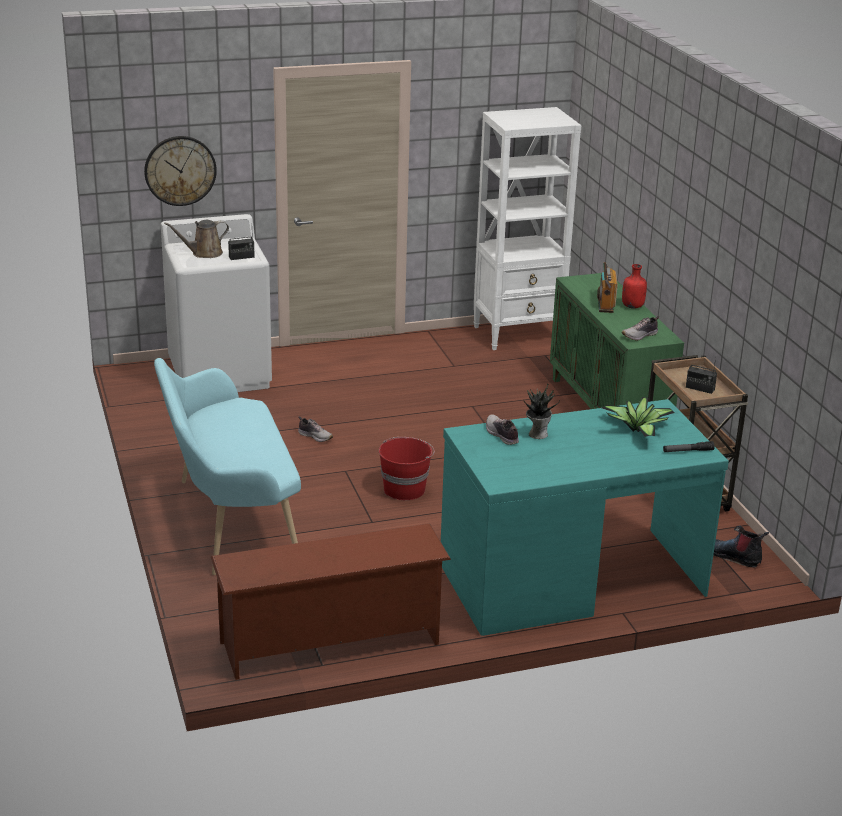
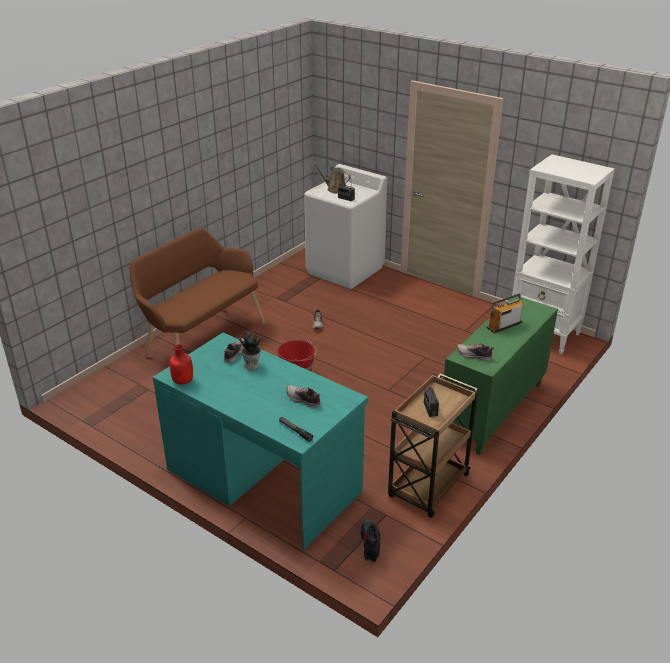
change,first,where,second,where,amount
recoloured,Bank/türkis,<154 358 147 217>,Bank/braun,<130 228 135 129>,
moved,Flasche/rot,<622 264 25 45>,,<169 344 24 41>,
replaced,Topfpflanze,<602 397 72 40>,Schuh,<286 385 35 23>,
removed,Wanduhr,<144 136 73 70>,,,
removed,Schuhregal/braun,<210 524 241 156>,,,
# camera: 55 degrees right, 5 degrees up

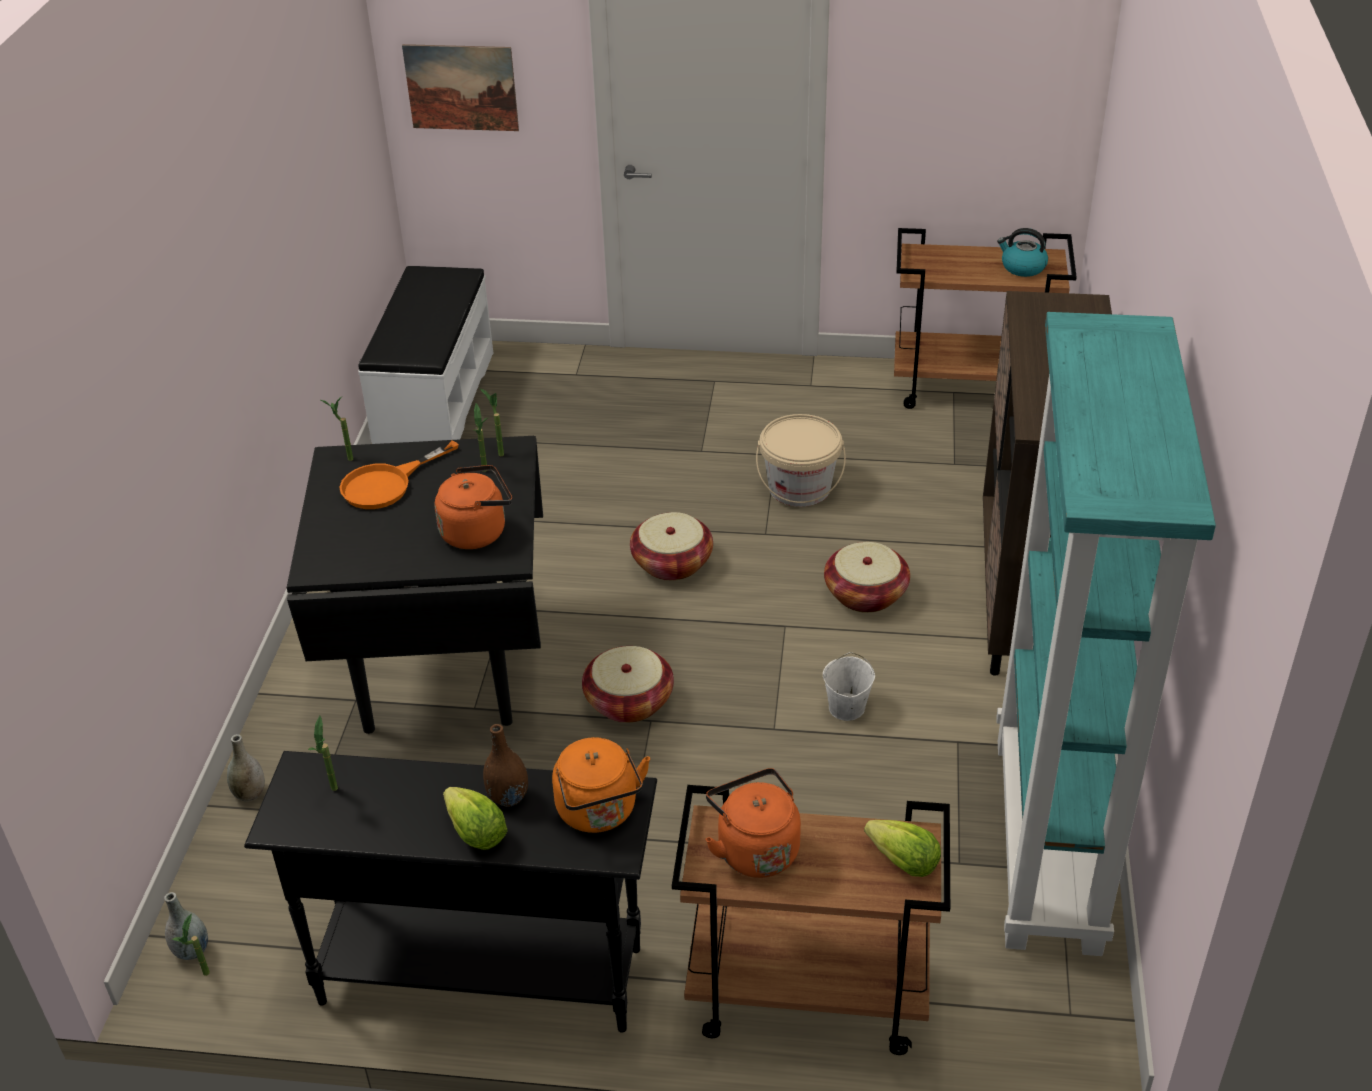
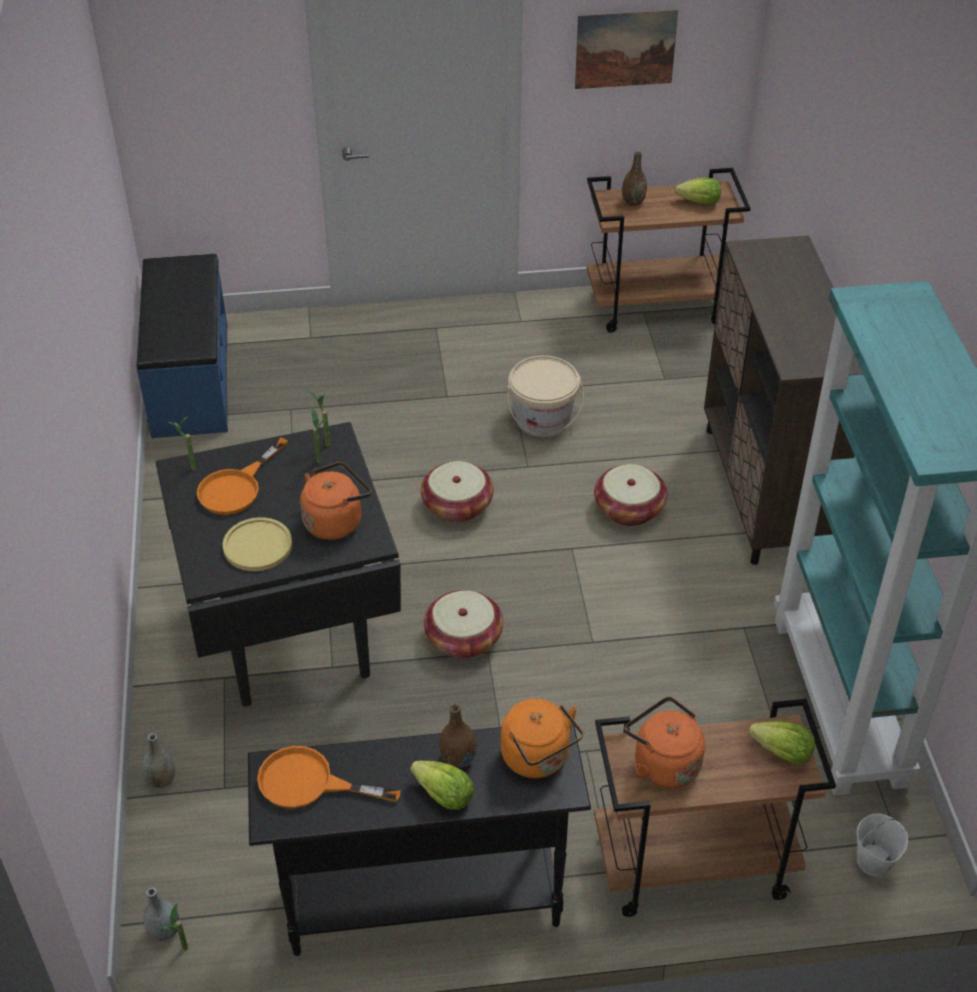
change,first,where,second,where,amount
recoloured,Bank/weiß,<358 266 135 178>,Bank/blau,<137 254 91 184>,
added,,,Teller/gelb,<223 517 69 54>,
replaced,Topfpflanze,<308 716 30 75>,Pfanne/orange,<257 746 144 63>,
moved,Bild,<402 44 117 87>,,<575 9 103 80>,
added,,,Vase/braun,<622 151 25 55>,
replaced,Wasserkessel,<997 228 51 49>,Salatkopf,<675 178 46 27>,
moved,Eimer/weiß,<823 652 52 69>,,<857 813 51 64>,
# camera: 15 degrees left, 5 degrees up

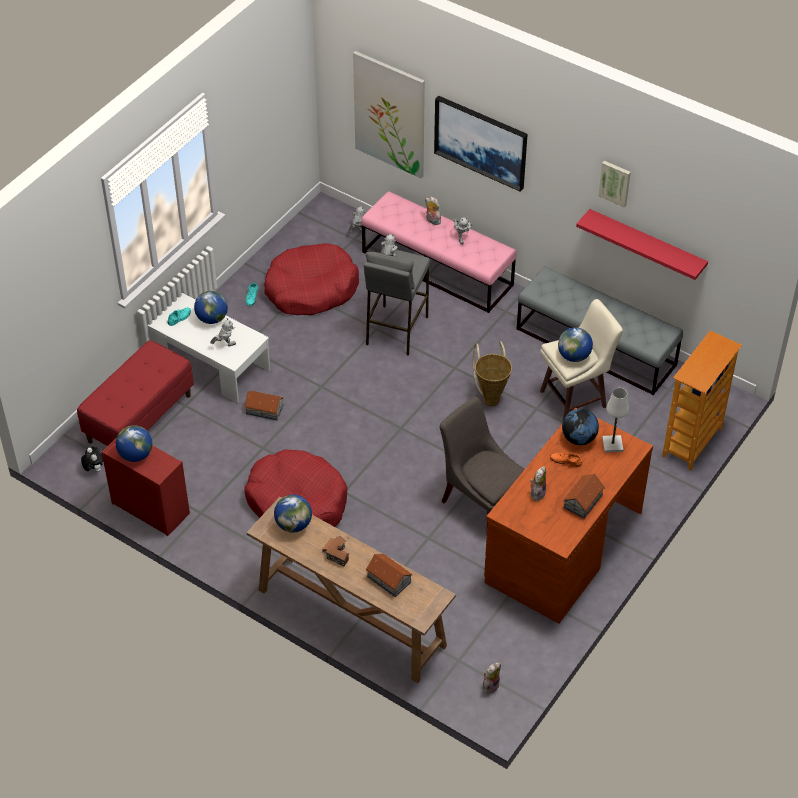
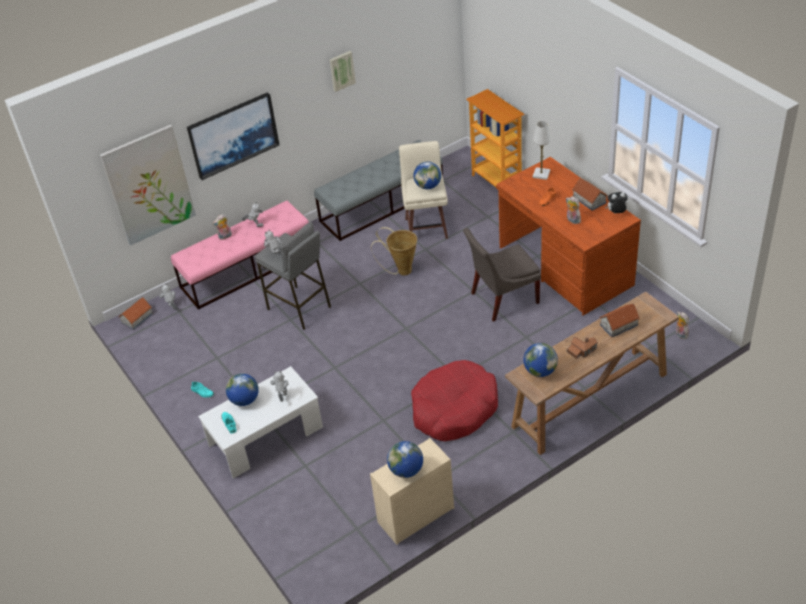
change,first,where,second,where,amount
moved,Spielzeughaus,<245 391 39 29>,,<118 297 35 33>,
recoloured,Kommode/rot,<102 437 88 99>,Kommode/beige,<370 438 84 107>,
moved,Plüschtier,<81 447 22 25>,,<605 192 23 21>,
removed,Bank/rot,<77 340 117 106>,,,
removed,Hundebett/rot,<264 243 95 72>,,,
removed,Globus,<562 409 37 36>,,,
removed,Wandregal/rot,<576 209 132 71>,,,
# camera: 65 degrees left, 5 degrees down

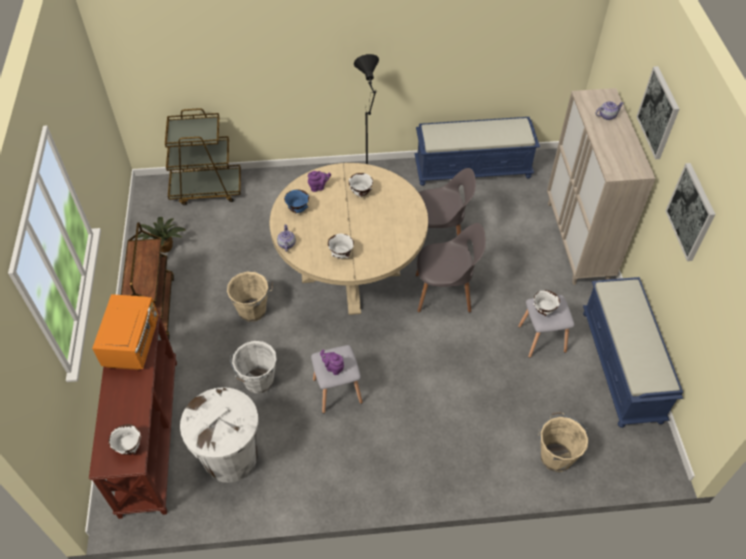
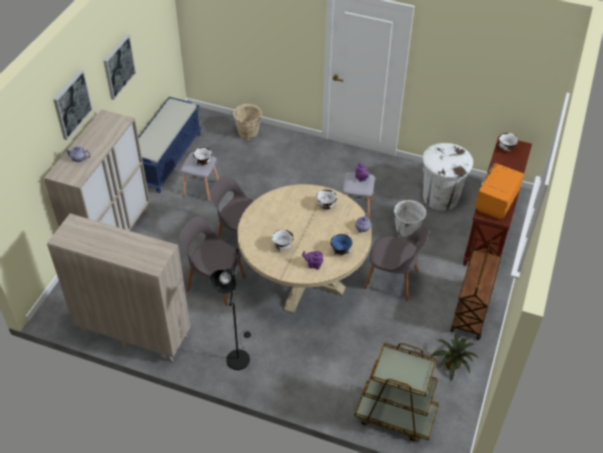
change,first,where,second,where,amount
replaced,Bank/blau,<414 117 126 69>,Schrank/beige,<47 213 143 149>,
replaced,Eimer/beige,<227 270 46 52>,Stuhl/grau,<364 227 65 74>,
# camera: 155 degrees left, 5 degrees down

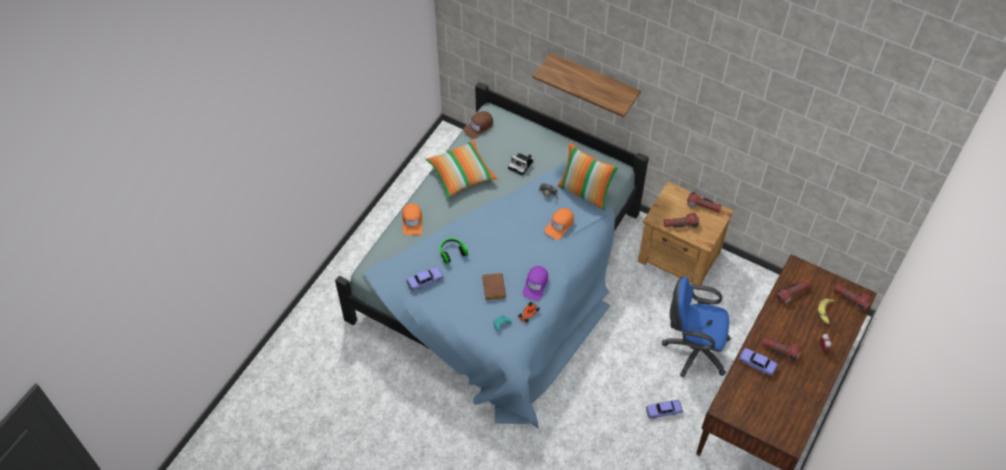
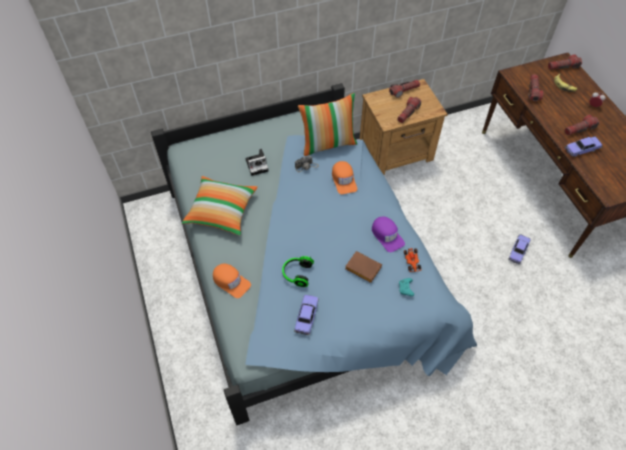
change,first,where,second,where,amount
removed,Kappe/braun,<463 111 30 28>,,,
removed,Wandregal,<533 52 108 65>,,,
removed,Bürostuhl/blau,<662 277 69 100>,,,
# camera: 50 degrees left, 0 degrees up

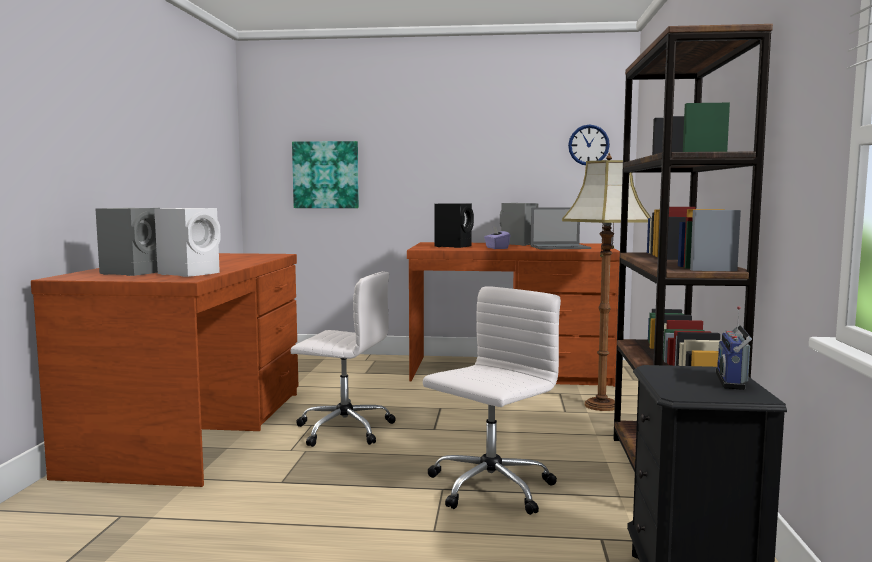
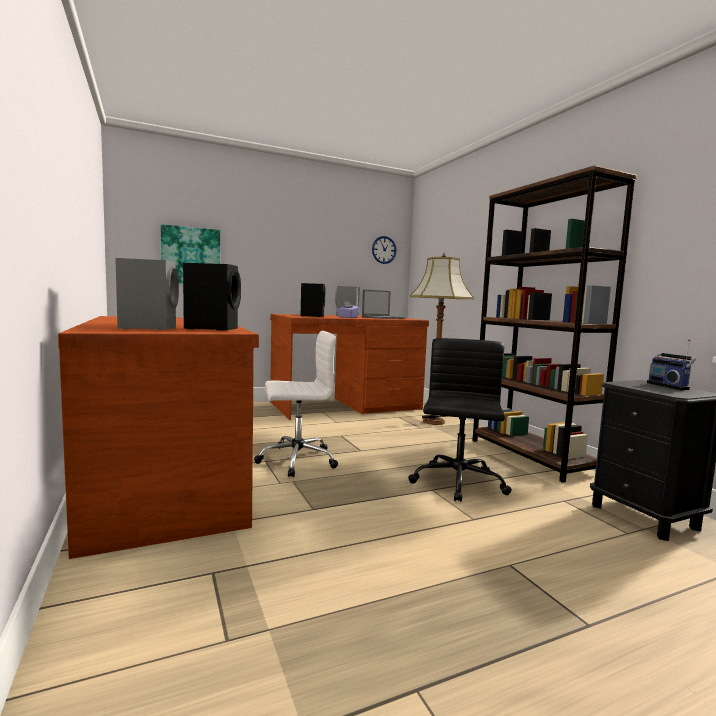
change,first,where,second,where,amount
recoloured,Lautsprecher/weiß,<154 208 67 69>,Lautsprecher/schwarz,<183 263 58 67>,
recoloured,Bürostuhl/weiß,<423 286 138 229>,Bürostuhl/schwarz,<408 338 104 164>,
# camera: 30 degrees left, 0 degrees up

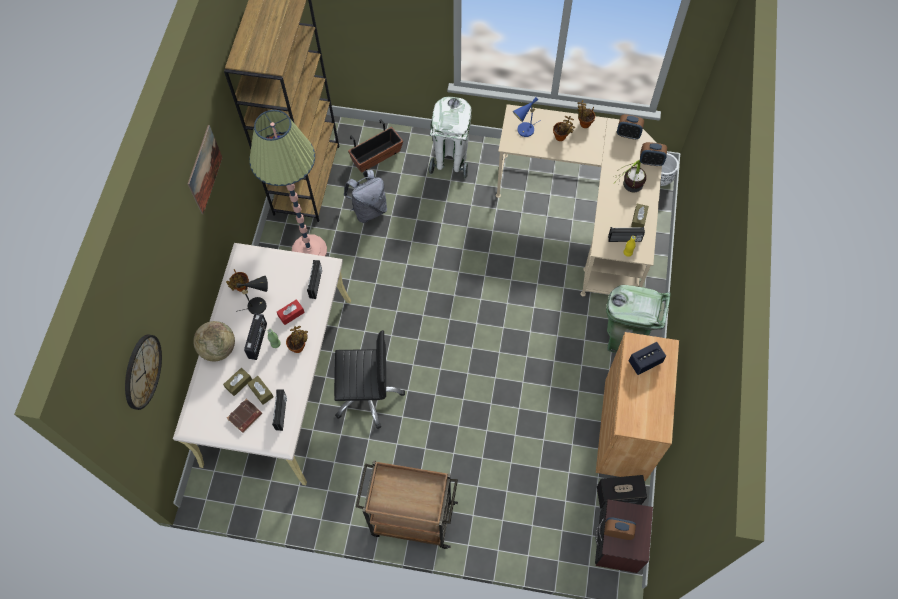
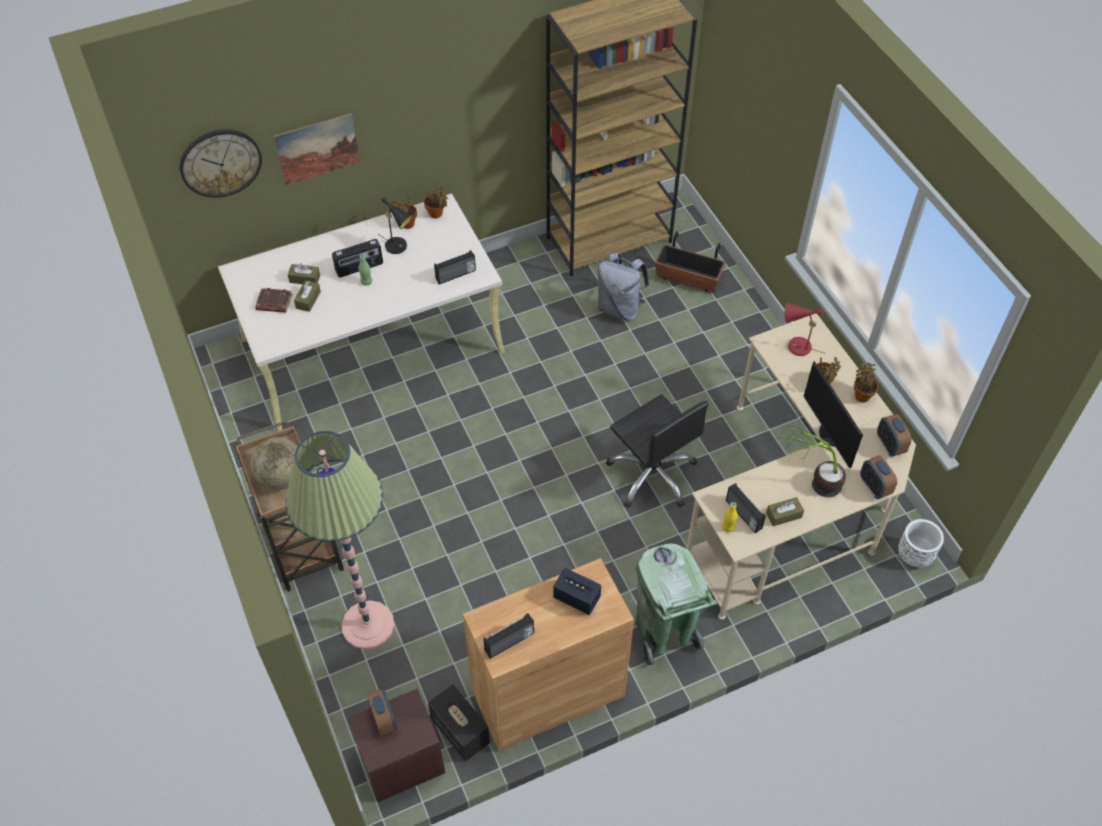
change,first,where,second,where,amount
moved,Globus,<193 321 42 40>,,<250 437 47 53>,
moved,Bild,<188 125 34 89>,,<274 113 86 72>,
moved,Stehlampe,<249 110 78 146>,,<286 431 108 218>,
moved,Topfpflanze,<286 326 22 27>,,<424 183 24 35>,
moved,Radio,<272 389 15 42>,,<483 613 51 46>,
moved,Bürostuhl/schwarz,<334 330 71 99>,,<606 394 103 114>,
recoloured,Tischlampe/blau,<513 97 28 40>,Tischlampe/rot,<784 303 40 53>,
added,,,Monitor,<803 361 60 107>,
removed,Taschentuchbox/rot,<277 299 28 26>,,,
removed,Mülleimer/weiß,<429 97 43 82>,,,
# camera: 55 degrees right, 10 degrees down

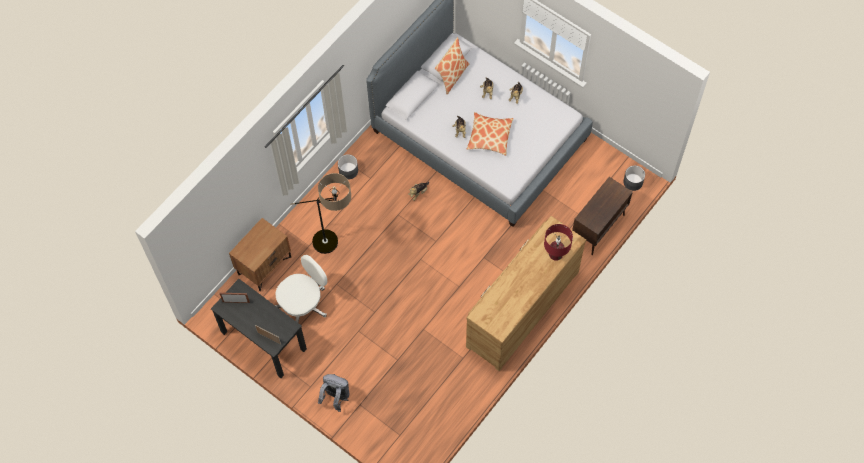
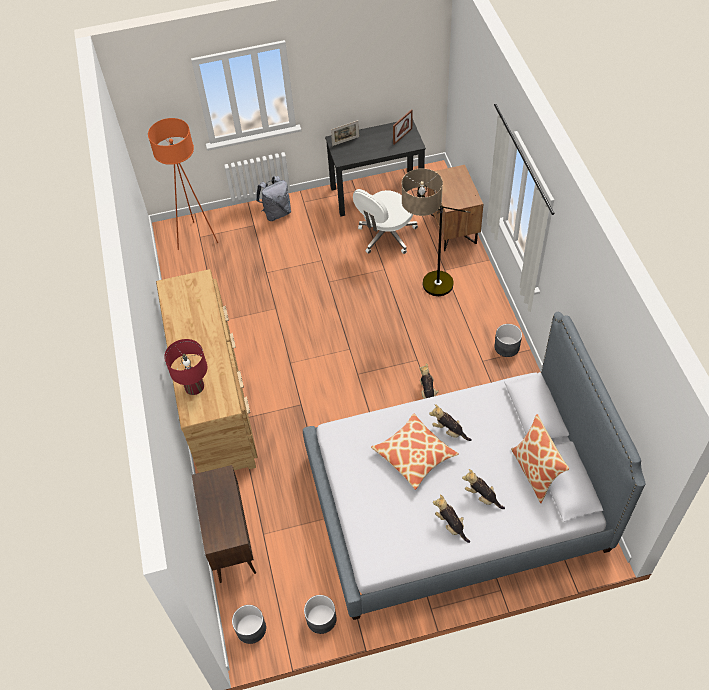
change,first,where,second,where,amount
added,,,Stehlampe/orange,<148 118 70 132>,
added,,,Pflanzkübel/grau,<304 595 32 39>,
turned,Bürostuhl/weiß,<275 255 52 68>,,<353 189 65 65>,45 degrees clockwise
# camera: 130 degrees right, 10 degrees down

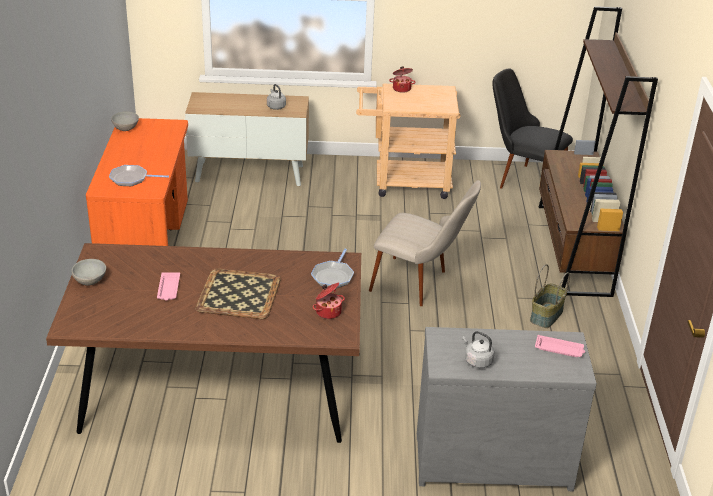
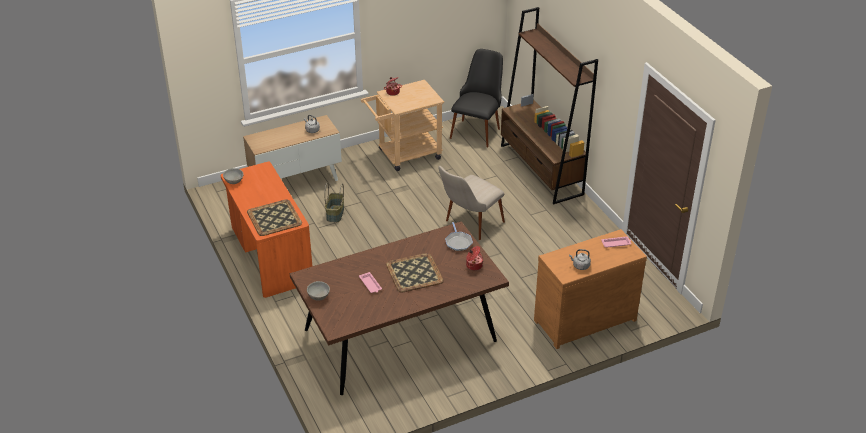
change,first,where,second,where,amount
replaced,Pfanne,<109 165 60 21>,Tablett,<247 199 55 37>,
moved,Korb,<530 264 40 64>,,<324 182 20 40>,
turned,Stuhl/beige,<369 180 112 126>,,<438 166 67 74>,135 degrees clockwise
turned,Stuhl/schwarz,<492 68 81 121>,,<450 49 53 98>,105 degrees clockwise
recoloured,Kommode/grau,<417 327 180 164>,Kommode/braun,<534 229 113 120>,
# camera: 25 degrees left, 5 degrees up

